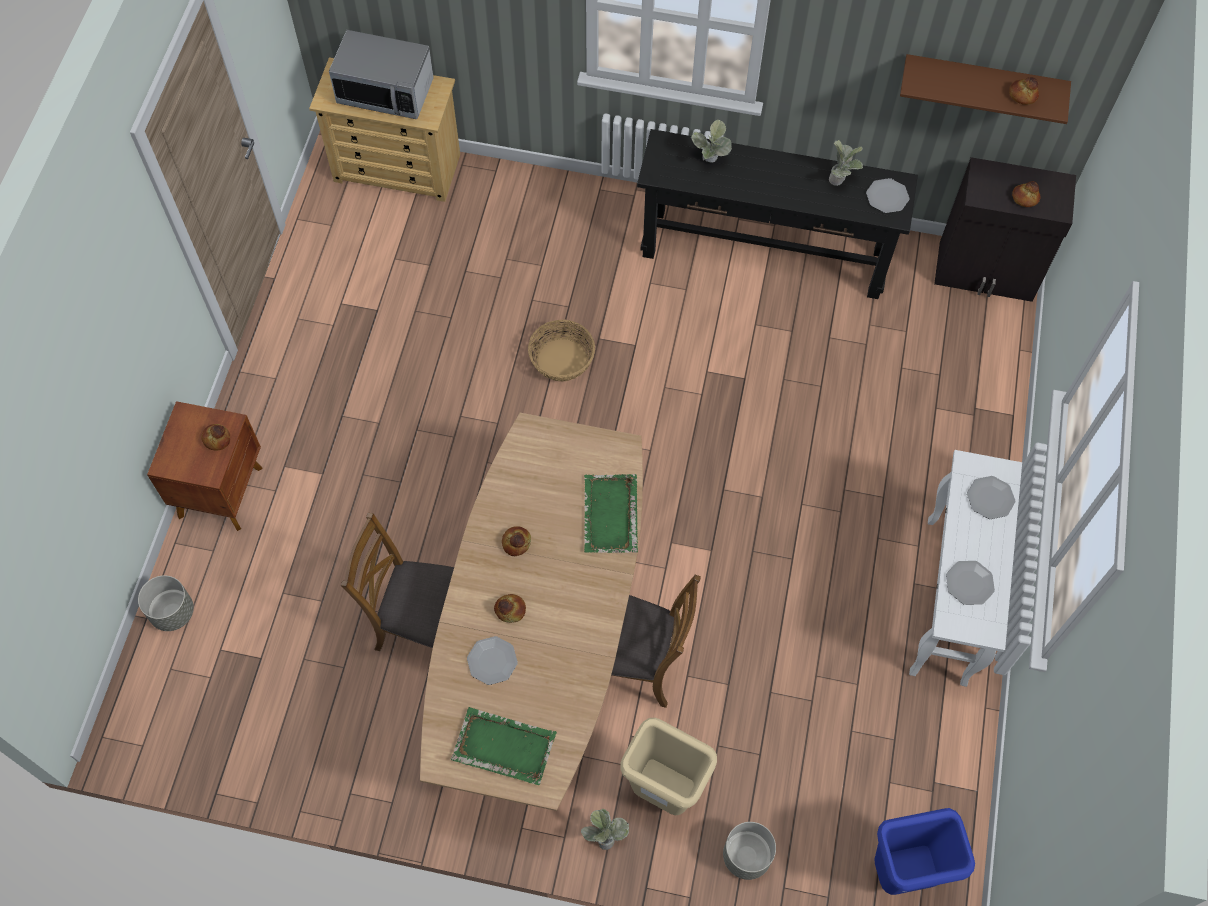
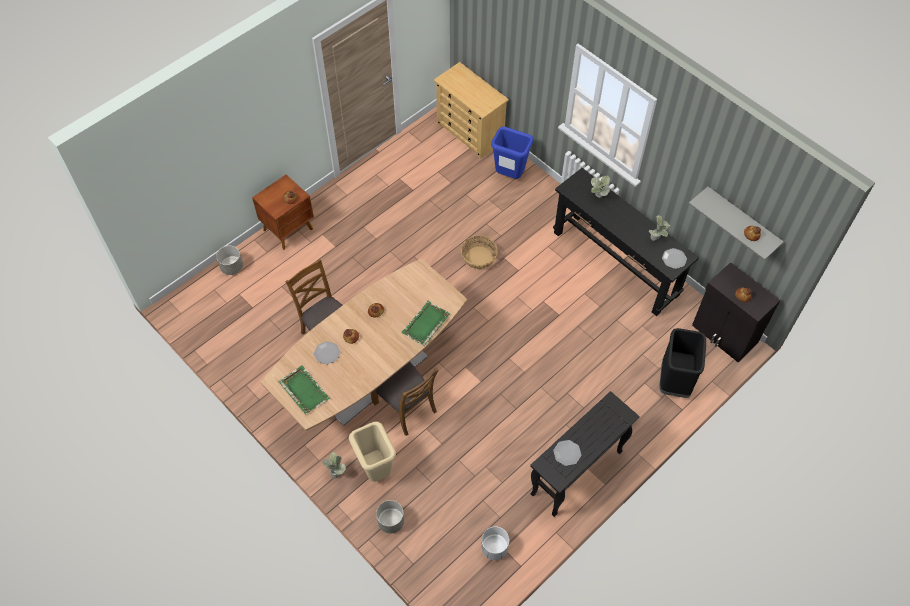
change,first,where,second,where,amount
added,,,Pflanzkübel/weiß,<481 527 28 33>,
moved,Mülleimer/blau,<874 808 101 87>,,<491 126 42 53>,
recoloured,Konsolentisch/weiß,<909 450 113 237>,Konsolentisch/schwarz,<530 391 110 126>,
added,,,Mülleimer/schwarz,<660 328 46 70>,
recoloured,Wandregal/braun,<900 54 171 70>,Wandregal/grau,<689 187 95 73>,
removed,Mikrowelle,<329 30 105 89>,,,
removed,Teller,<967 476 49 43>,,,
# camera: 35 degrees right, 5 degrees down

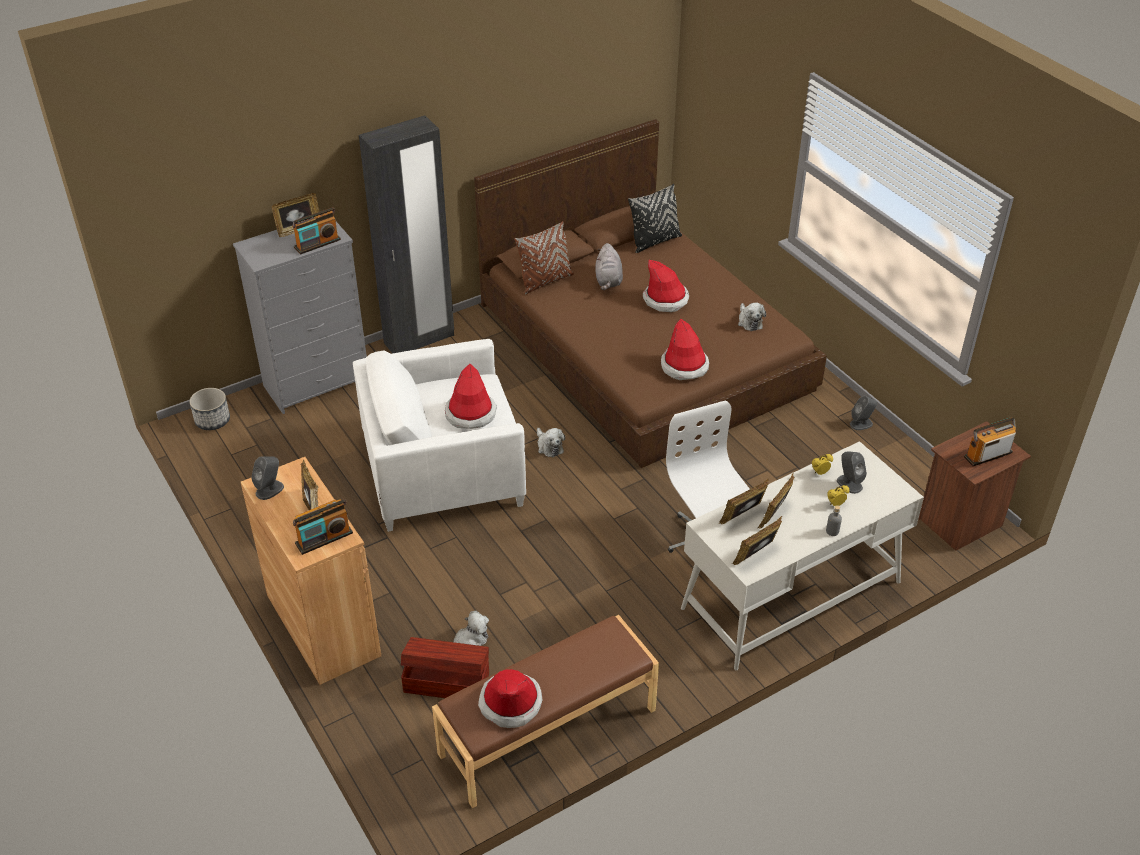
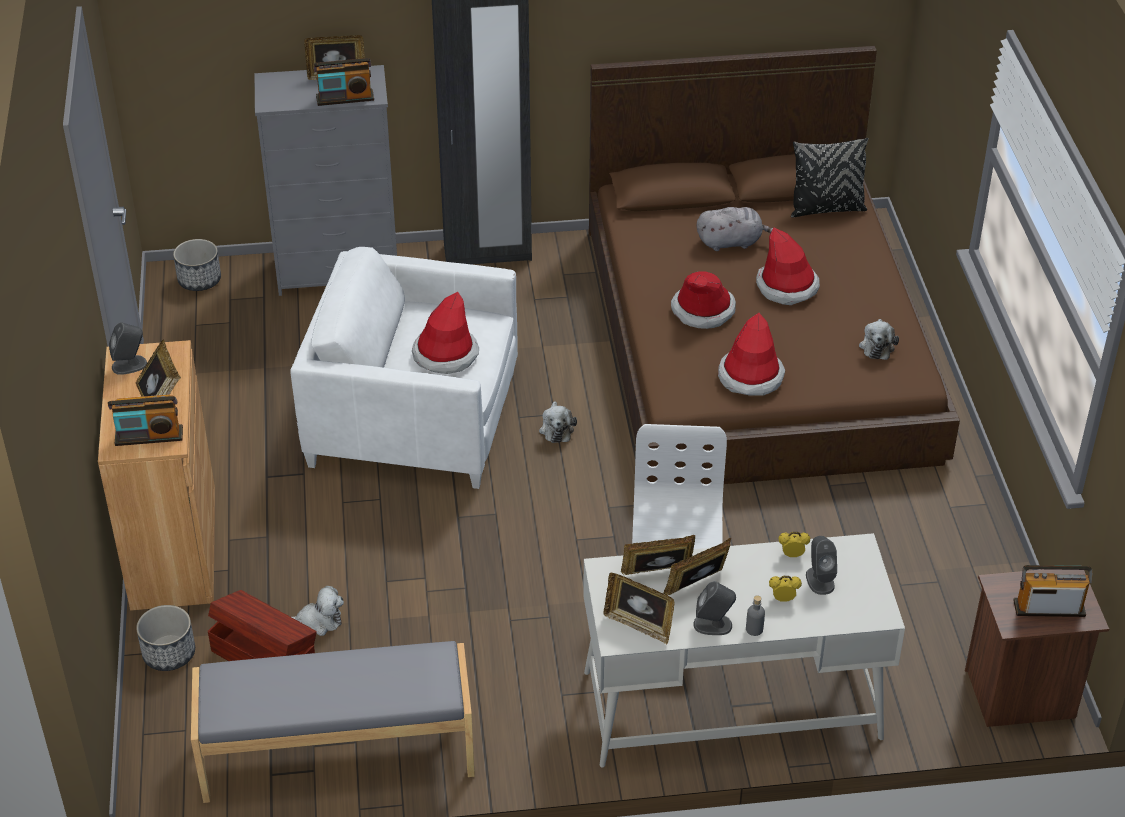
change,first,where,second,where,amount
added,,,Pflanzkübel,<136 605 59 66>,
recoloured,Bank/braun,<432 615 227 193>,Bank/grau,<191 641 284 162>,
turned,Bilderrahmen,<732 516 50 49>,,<604 573 71 71>,135 degrees counterclockwise
moved,Hut,<478 669 65 59>,,<671 271 65 58>,
moved,Lautsprecher/grau,<850 396 27 34>,,<693 581 43 54>,
turned,Plüschtier/grau,<595 243 28 47>,,<697 207 76 44>,120 degrees counterclockwise
removed,Kissen/braun,<514 221 60 73>,,,
# camera: 25 degrees right, 0 degrees up

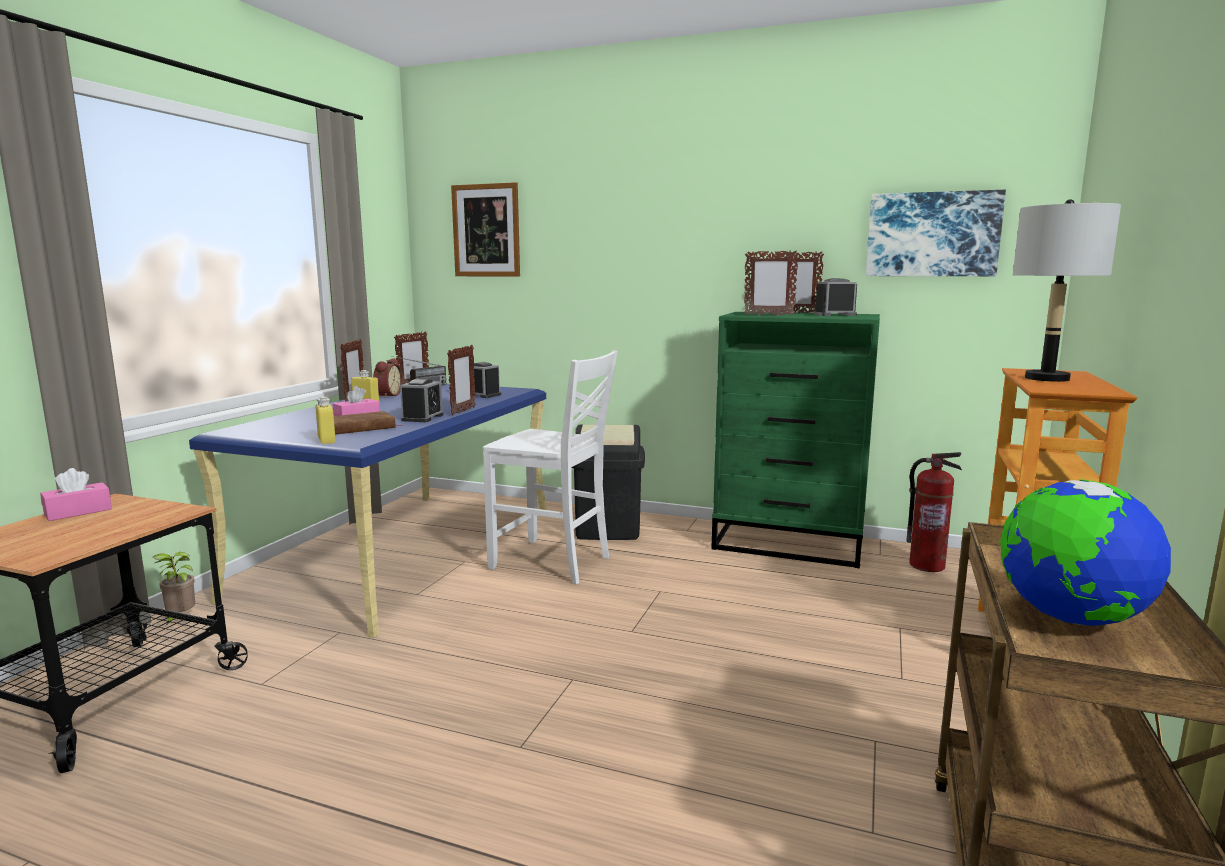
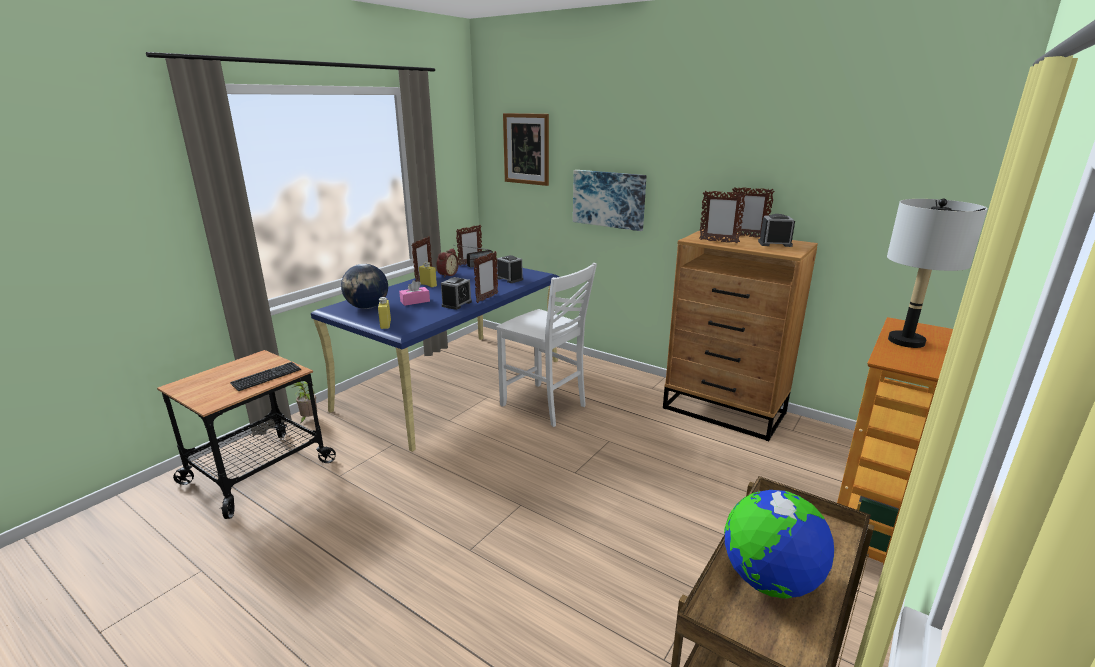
change,first,where,second,where,amount
added,,,Tastatur,<230 362 71 29>,
added,,,Globus,<341 264 47 45>,
moved,Bild,<866 190 140 86>,,<573 170 74 61>,
recoloured,Kommode/grün,<711 312 169 256>,Kommode/braun,<663 229 155 212>,
removed,Taschentuchbox/rosa,<40 468 72 53>,,,
removed,Buch/braun,<334 411 69 24>,,,
removed,Mülleimer/schwarz,<571 425 74 115>,,,
removed,Feuerlöscher,<906 452 56 120>,,,
# camera: 15 degrees right, 10 degrees up

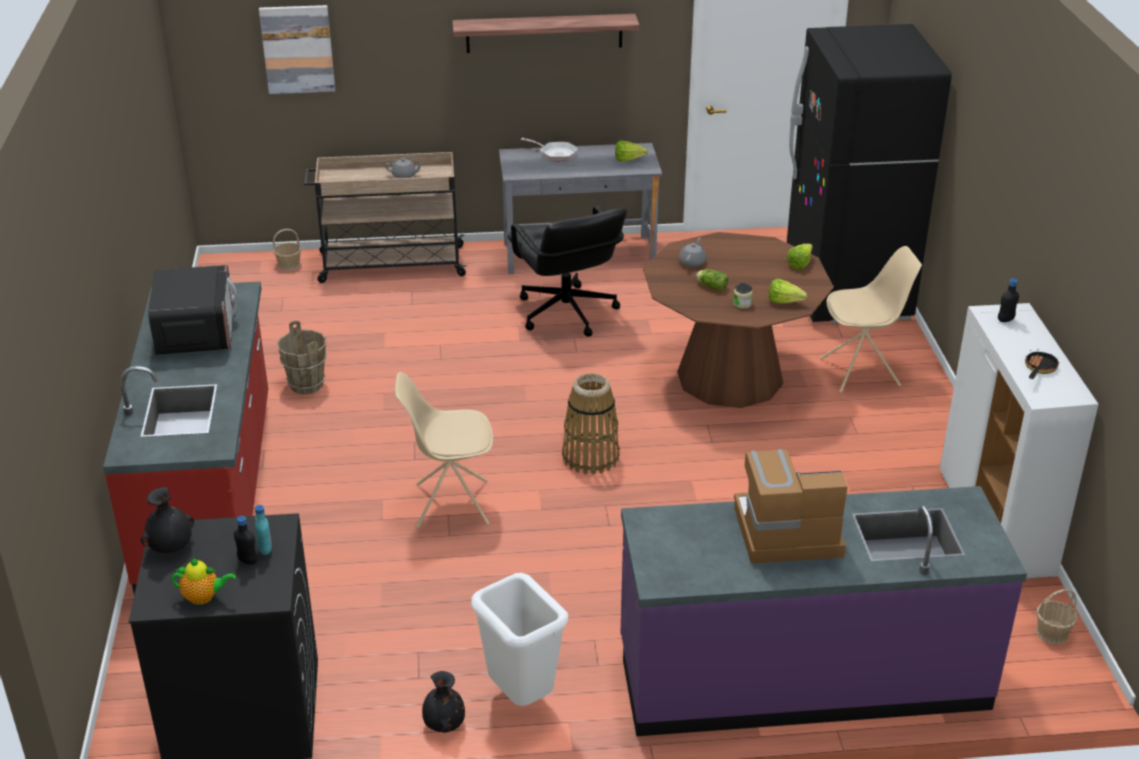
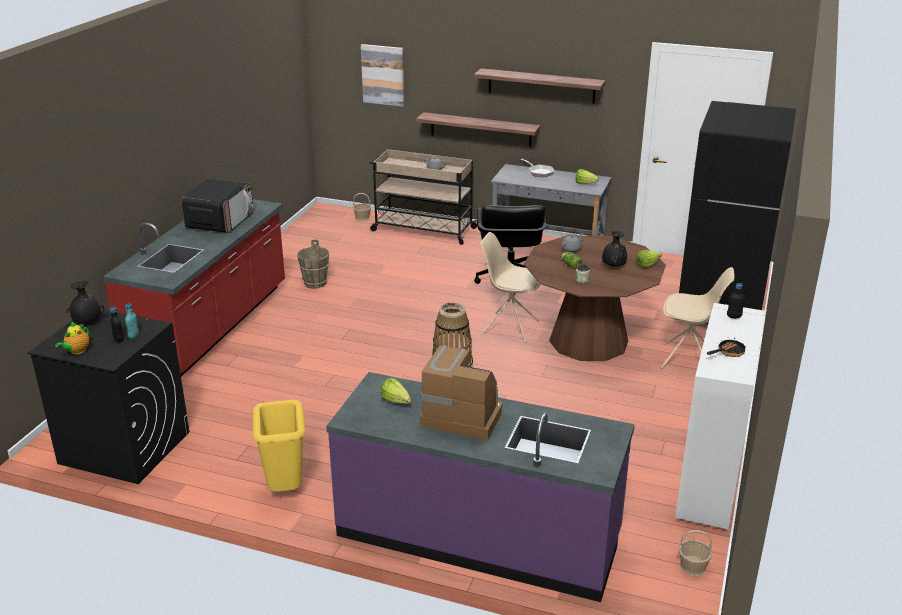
change,first,where,second,where,amount
turned,Teekanne,<172 558 64 47>,,<55 322 34 32>,90 degrees clockwise
recoloured,Mülleimer/weiß,<471 573 97 133>,Mülleimer/gelb,<253 400 53 92>,
moved,Salatkopf,<769 279 39 24>,,<381 378 30 26>,
added,,,Wandregal,<416 112 125 35>,
moved,Stuhl/beige,<395 372 98 157>,,<480 232 60 111>,
moved,Vase/schwarz,<422 671 43 62>,,<602 231 25 36>,
# camera: 25 degrees right, 5 degrees down

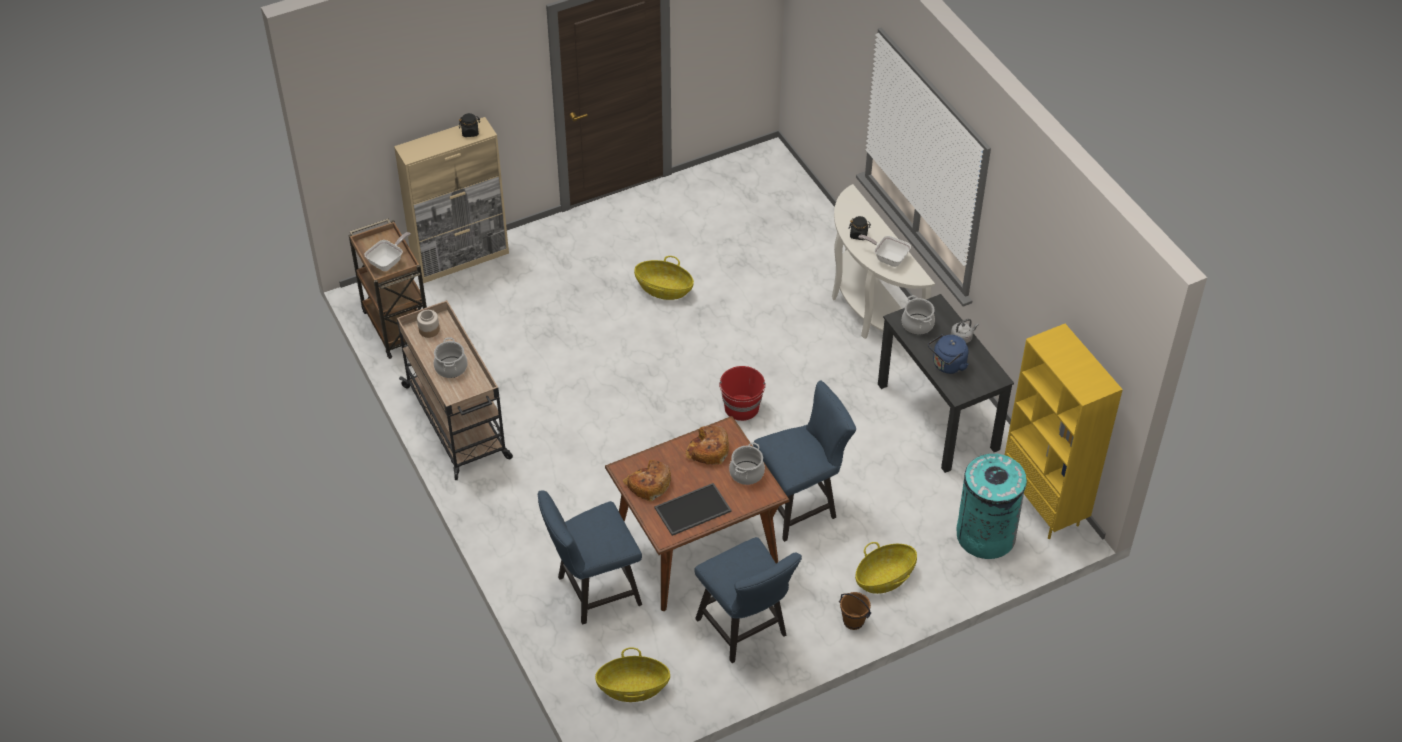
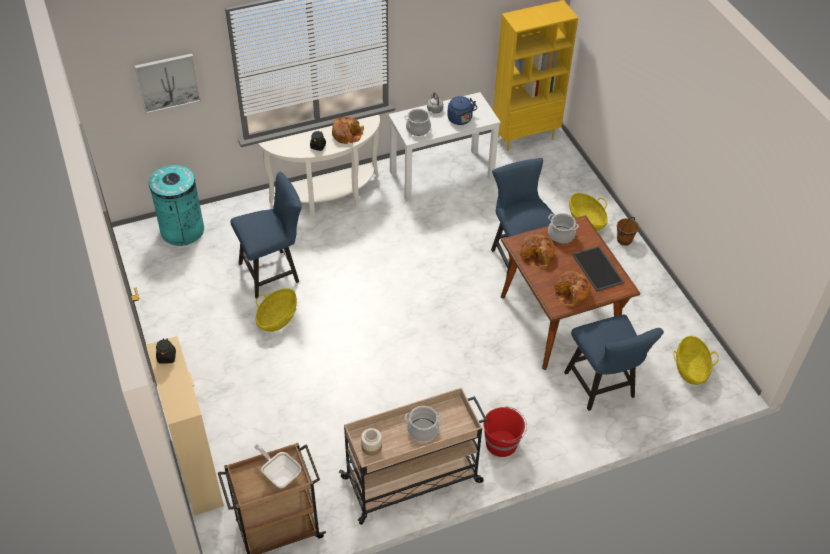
change,first,where,second,where,amount
added,,,Bild,<135 54 66 60>,
moved,Mülleimer/türkis,<956 453 71 106>,,<149 165 55 81>,
moved,Stuhl/blau,<694 537 108 126>,,<230 172 72 127>,
replaced,Pfanne,<858 235 53 32>,Brot,<332 117 32 27>,
recoloured,Schreibtisch/schwarz,<878 294 136 179>,Schreibtisch/weiß,<388 92 113 110>,
moved,Eimer/rot,<719 366 47 55>,,<483 406 44 51>,
# camera: 85 degrees left, 0 degrees up

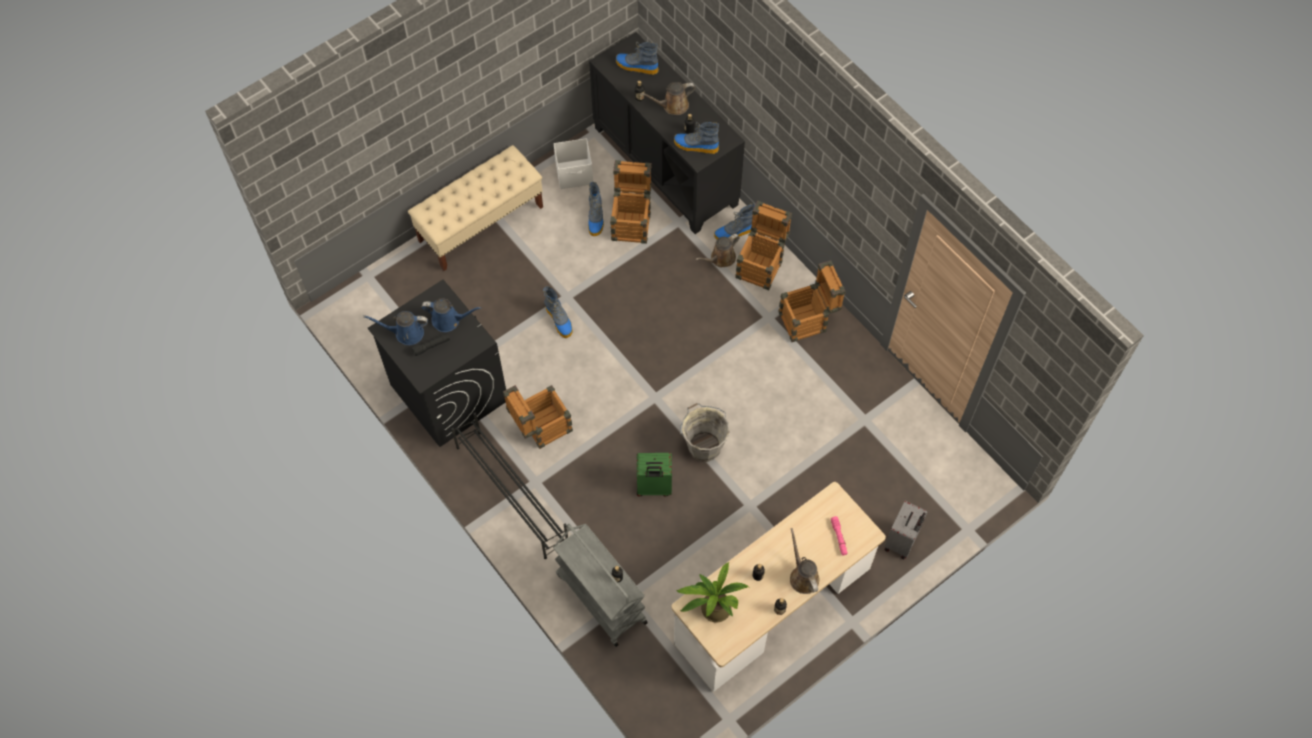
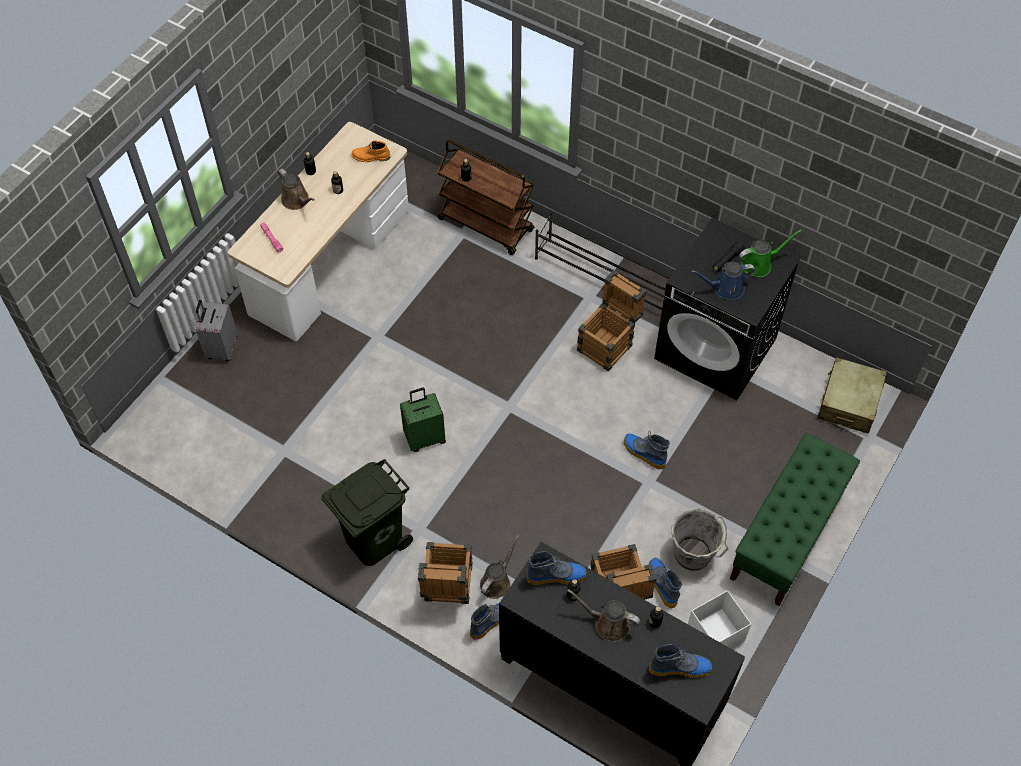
change,first,where,second,where,amount
replaced,Kiste,<779 260 67 82>,Mülleimer/grün,<321 459 92 107>,
replaced,Topfpflanze,<676 562 73 61>,Stiefel/orange,<351 140 39 22>,
moved,Koffer/grün,<637 453 35 44>,,<400 388 46 64>,
recoloured,Rollwagen/grau,<553 524 95 123>,Rollwagen/braun,<437 140 97 115>,
turned,Gießkanne/braun,<640 82 55 33>,,<567 589 73 53>,120 degrees counterclockwise
moved,Eimer/grau,<680 403 50 59>,,<672 508 56 63>,
recoloured,Bank/beige,<408 145 135 126>,Bank/grün,<730 433 130 173>,
recoloured,Gießkanne/blau,<363 311 65 34>,Gießkanne/grün,<739 230 62 47>,
added,,,Koffer/beige,<817 357 70 77>,
# camera: 160 degrees right, 5 degrees down

